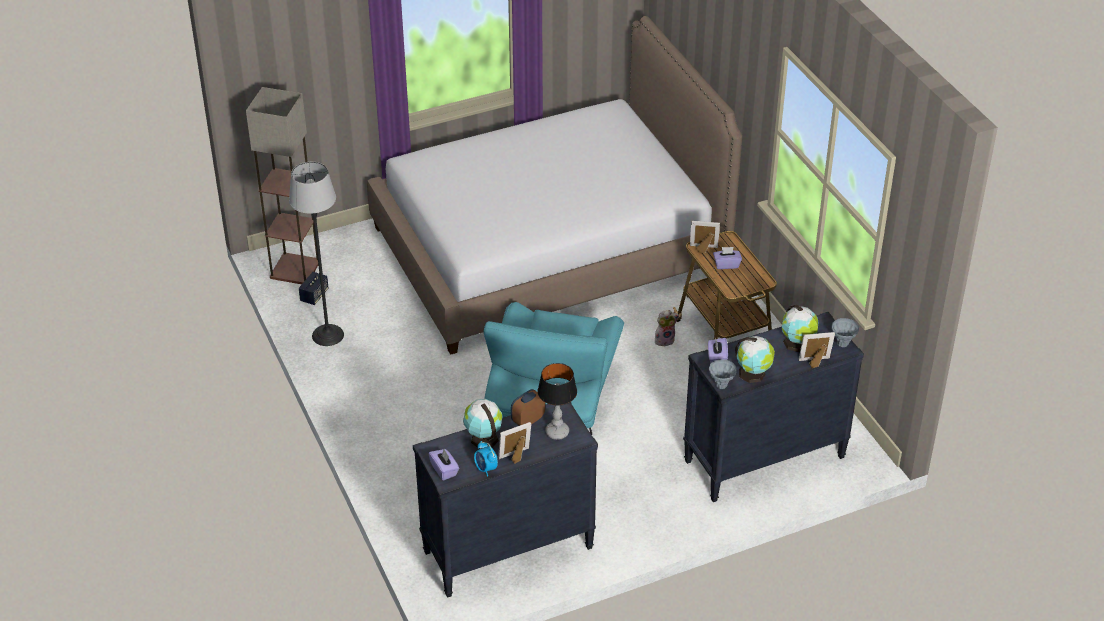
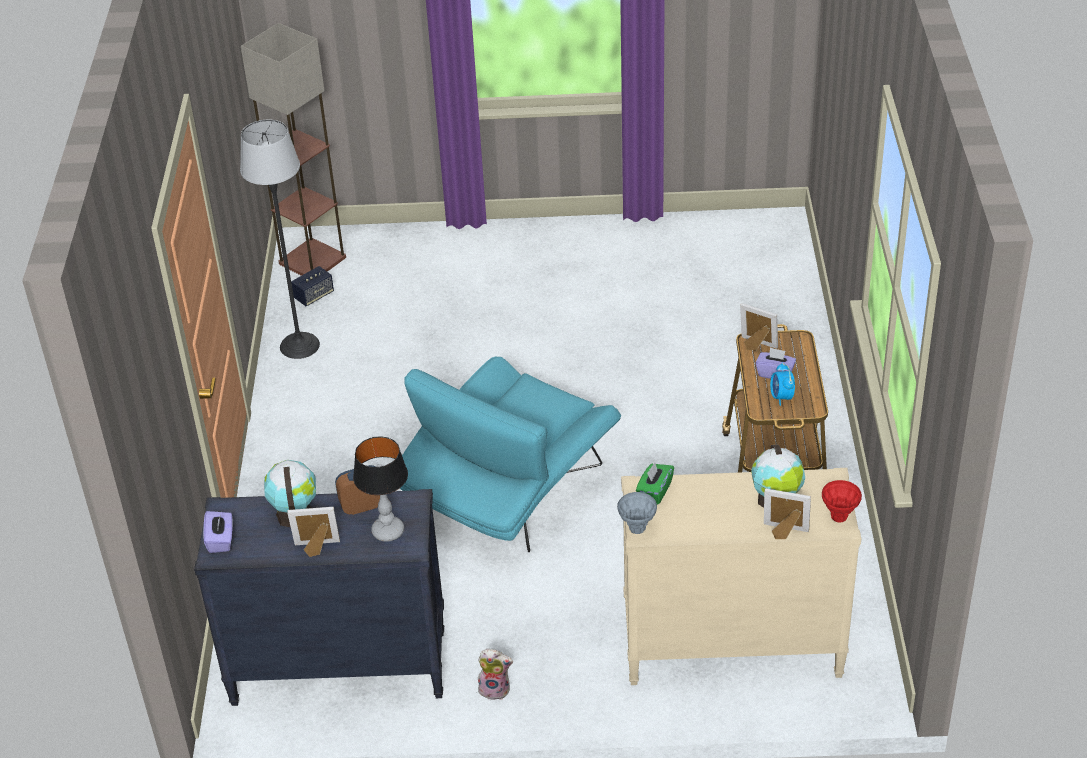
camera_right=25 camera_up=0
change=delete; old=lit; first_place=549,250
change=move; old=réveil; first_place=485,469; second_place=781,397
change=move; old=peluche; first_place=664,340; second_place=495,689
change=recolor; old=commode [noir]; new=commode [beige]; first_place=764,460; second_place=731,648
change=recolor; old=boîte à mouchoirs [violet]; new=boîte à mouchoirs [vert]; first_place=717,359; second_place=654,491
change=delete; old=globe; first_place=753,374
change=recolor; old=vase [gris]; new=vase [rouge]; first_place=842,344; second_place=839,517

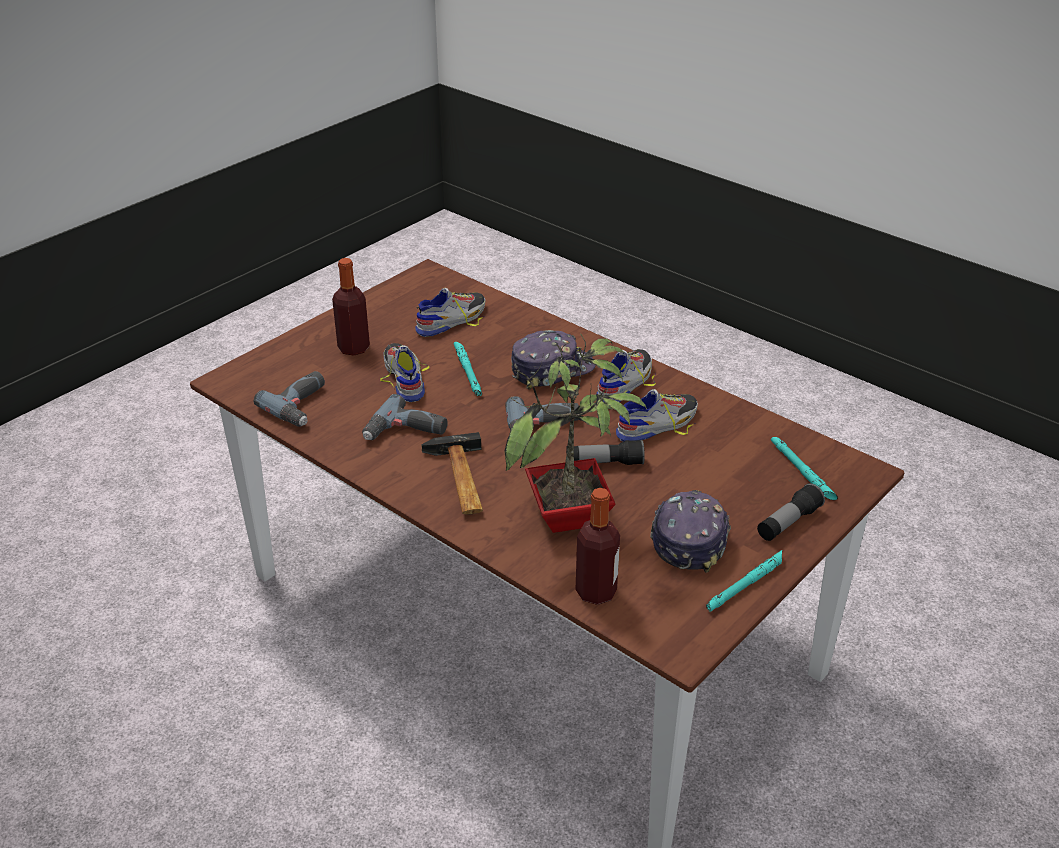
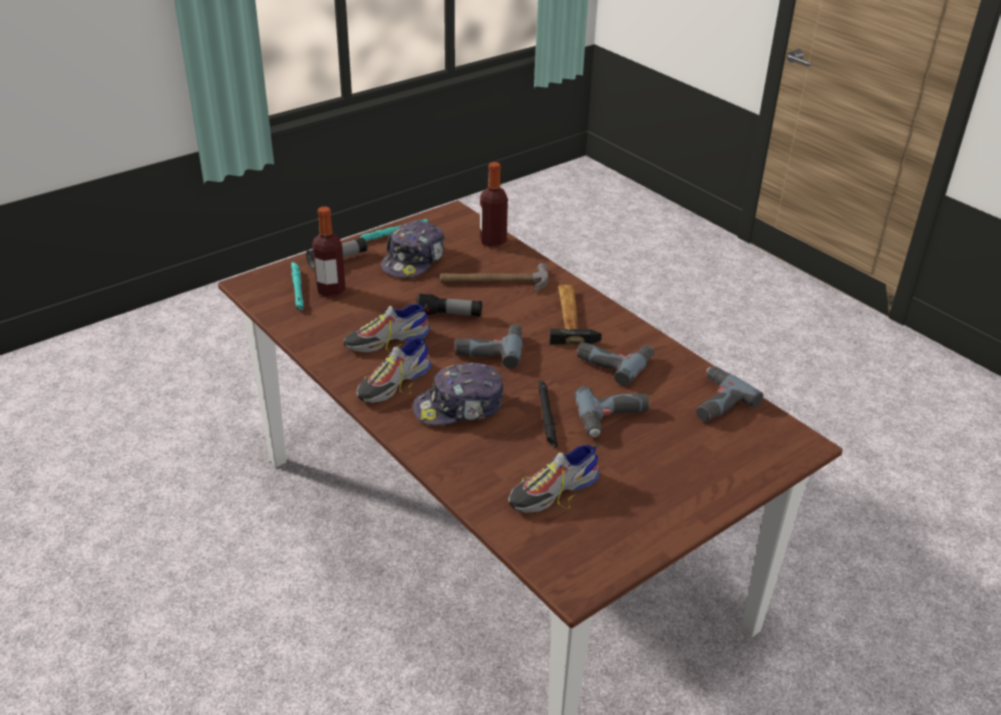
camera_right=-170 camera_up=0
change=move; old=bouteille; first_place=353,348; second_place=331,290
change=replace; old=chaussure; new=perceuse; first_place=404,377; second_place=613,419
change=recolor; old=lampe de poche [turquoise]; new=lampe de poche [noir]; first_place=467,372; second_place=547,416
change=replace; old=plante en pot; new=marteau; first_place=569,519; second_place=494,281

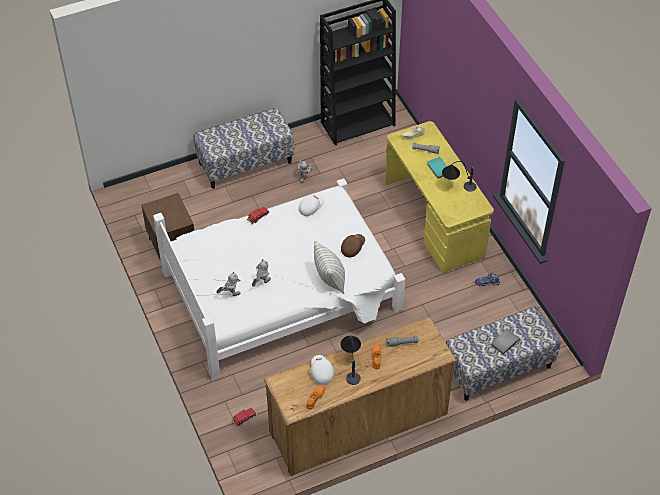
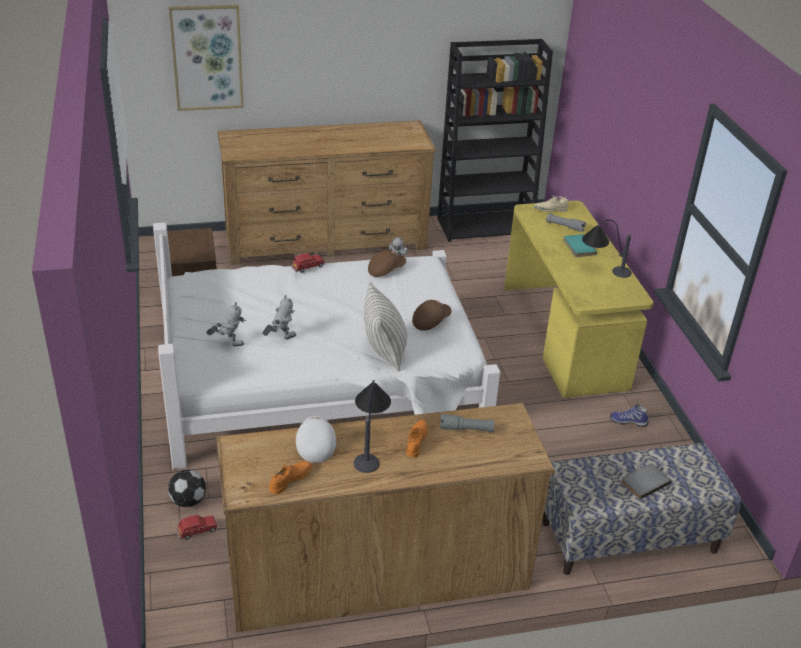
camera_right=10 camera_up=-15
change=replace; old=banc; new=commode [marron]; first_place=245,163; second_place=326,240
change=recolor; old=casquette [blanc]; new=casquette [marron]; first_place=310,208; second_place=385,270
change=insert; new=ballon de foot; second_place=187,501
change=insert; new=tableau; second_place=207,58

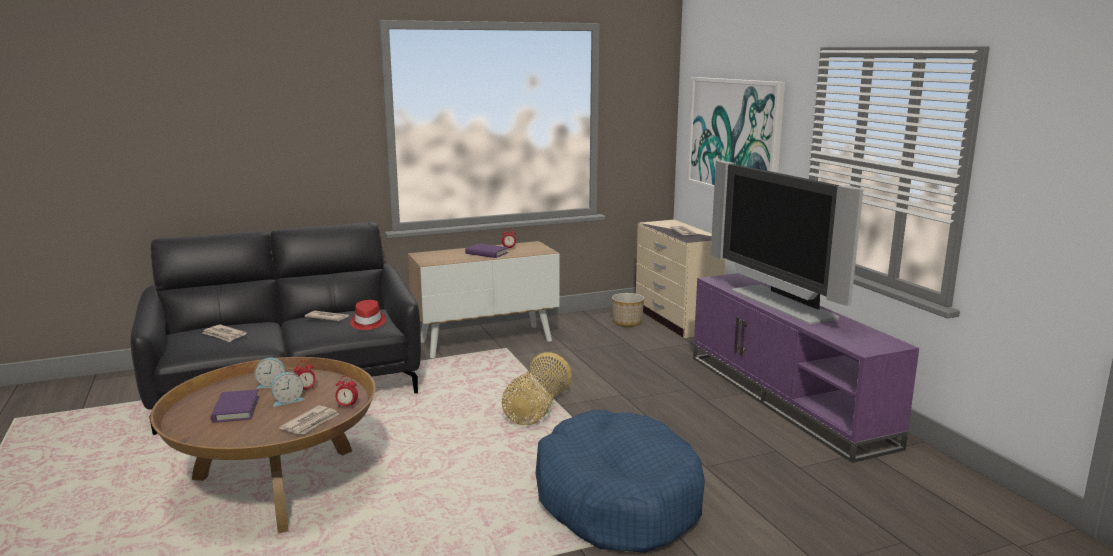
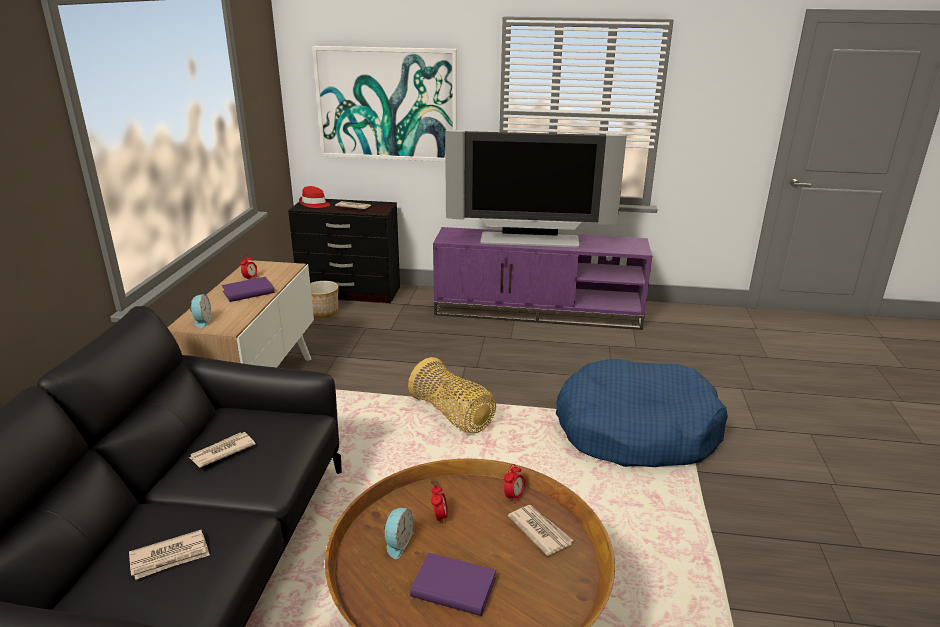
camera_right=-60 camera_up=10
change=move; old=réveil; first_place=287,400; second_place=202,321
change=move; old=chapeau [rouge]; first_place=367,323; second_place=314,204
change=recolor; old=commode [beige]; new=commode [noir]; first_place=675,320; second_place=350,292

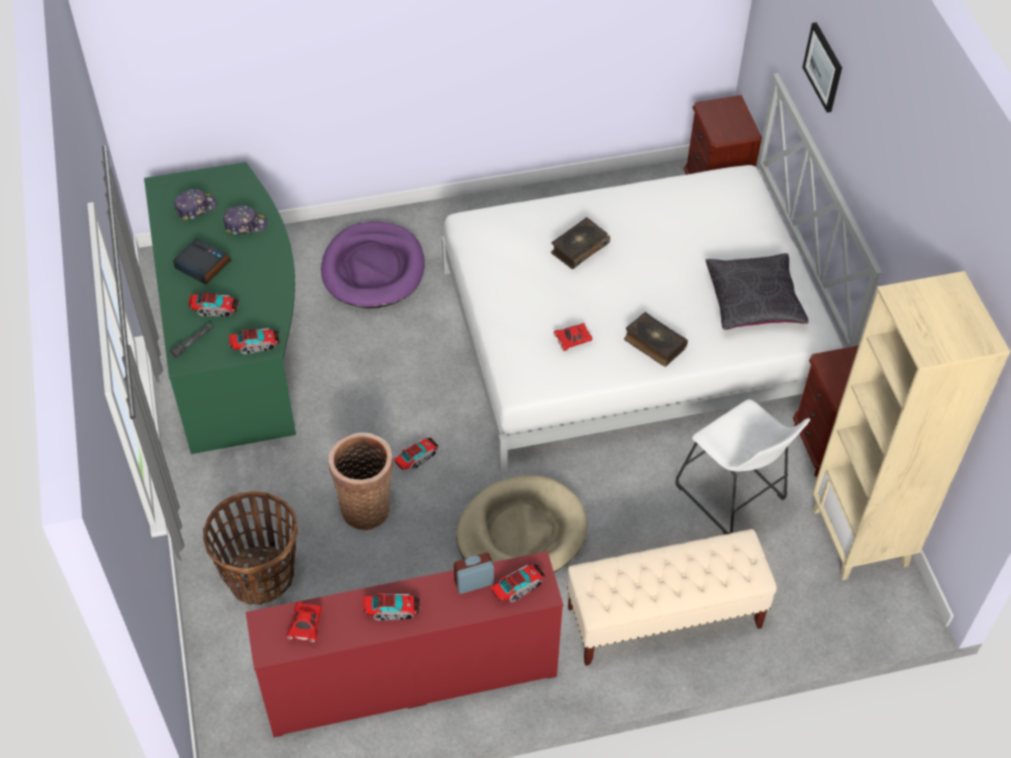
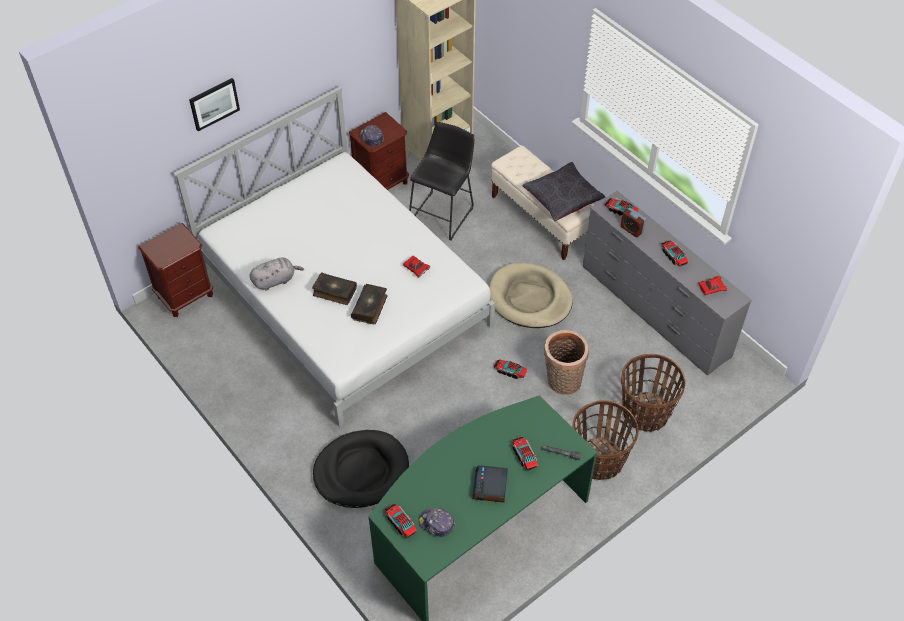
camera_right=-115 camera_up=0
change=move; old=casquette; first_place=245,225; second_place=371,138
change=move; old=camion jouet; first_place=256,345; second_place=401,523
change=recolor; old=commode [rouge]; new=commode [gris]; first_place=410,679; second_place=655,311
change=recolor; old=panier pour chien [violet]; new=panier pour chien [noir]; first_place=373,269; second_place=361,471
change=move; old=livre; first_place=654,344; second_place=370,307
change=recolor; old=tabouret [blanc]; new=tabouret [noir]; first_place=733,496; second_place=443,213
change=move; old=coussin [noir]; first_place=753,301; second_place=562,198
change=insert; new=peluche [gris]; second_place=275,280
change=insert; new=panier; second_place=599,460

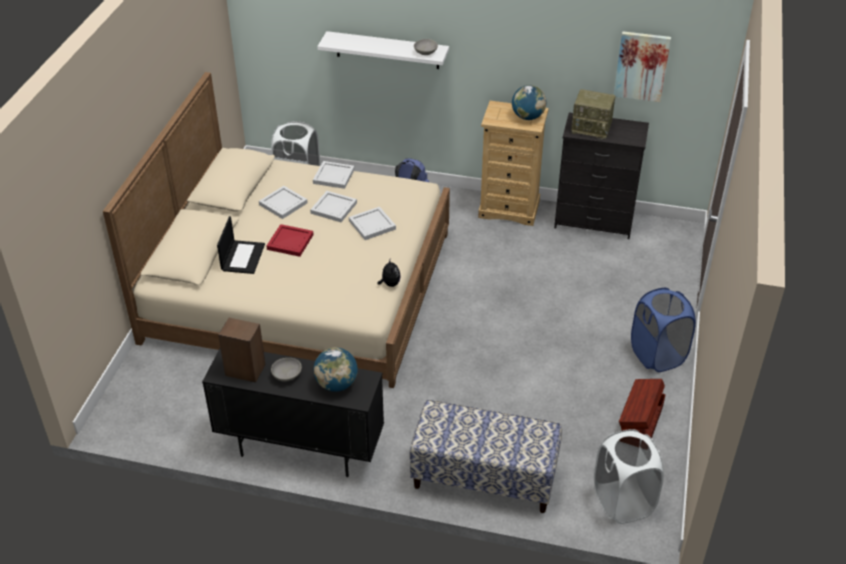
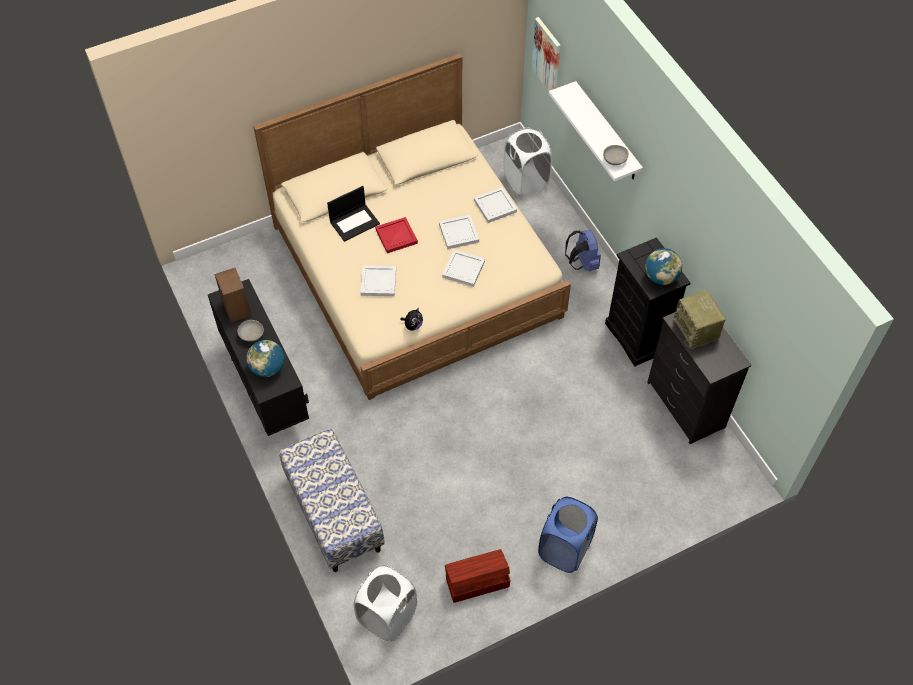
camera_right=50 camera_up=15
change=move; old=plateau [blanc]; first_place=282,204; second_place=378,281
change=recolor; old=commode [beige]; new=commode [noir]; first_place=509,209; second_place=638,337
change=move; old=tableau; first_place=641,66; second_place=547,56

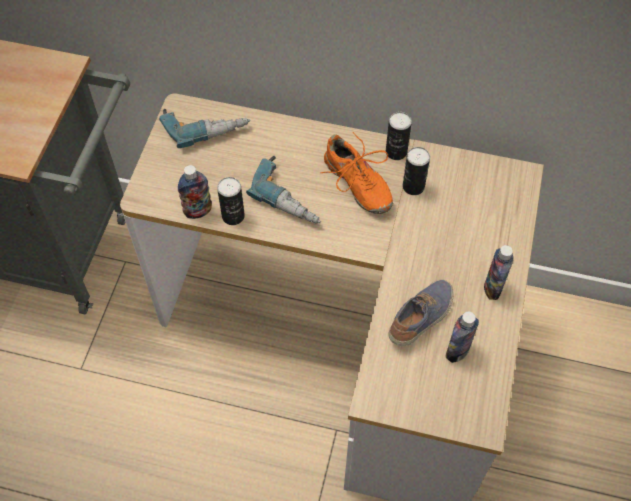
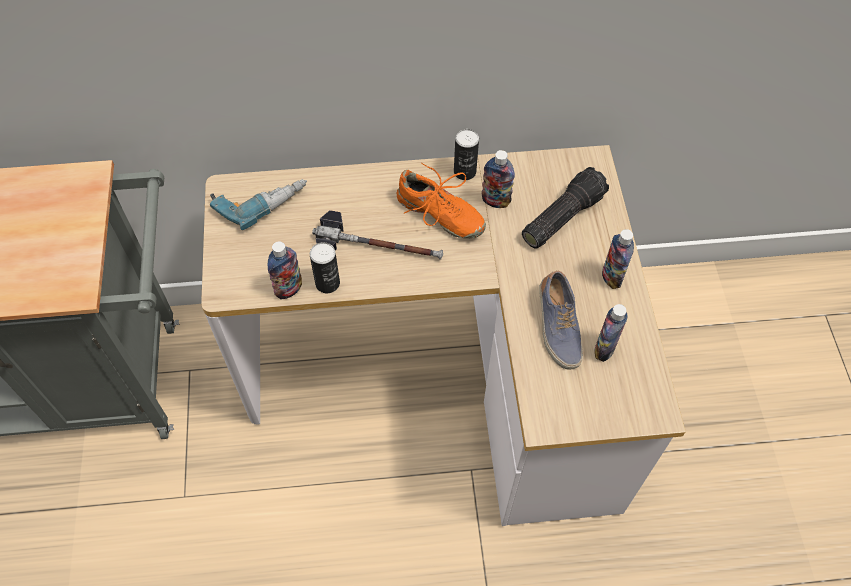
camera_right=-20 camera_up=0
change=replace; old=perceuse; new=marteau; first_place=291,196; second_place=378,245
change=rotate; old=chaussure; first_place=422,318; second_place=557,327; degrees=150
change=replace; old=boîte métallique; new=bouteille; first_place=413,186; second_place=495,201
change=insert; new=lampe de poche; second_place=561,216

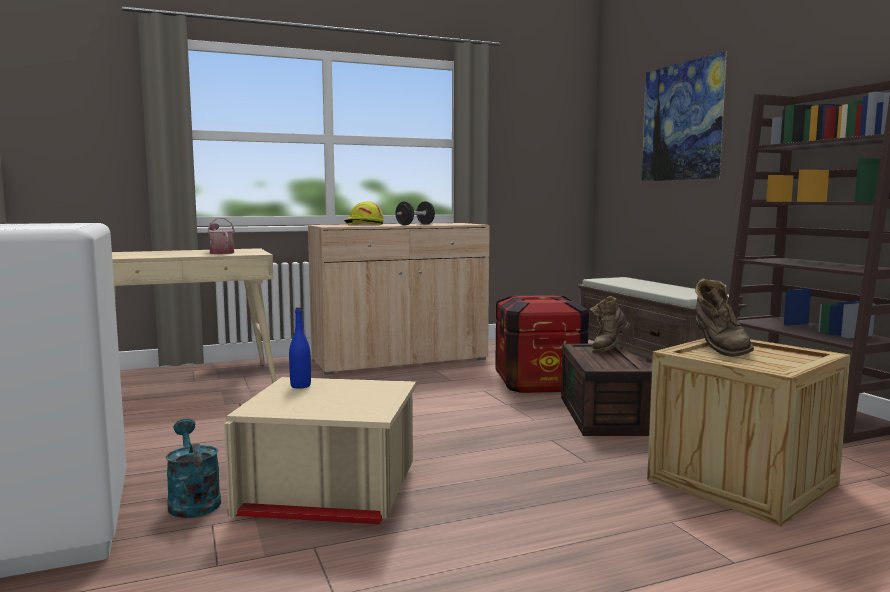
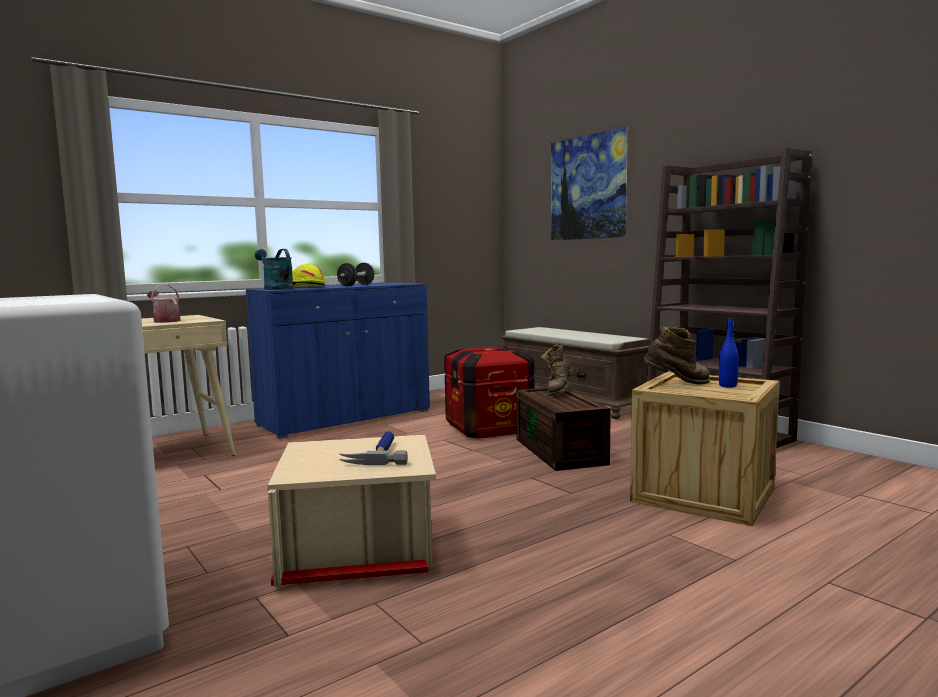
camera_right=-15 camera_up=0
change=move; old=arrosoir [turquoise]; first_place=192,501; second_place=275,289
change=move; old=bouteille [bleu]; first_place=300,386; second_place=727,386
change=recolor; old=meuble de rangement [beige]; new=meuble de rangement [bleu]; first_place=400,360; second_place=345,418
change=rotate; old=botte [marron]; first_place=718,349; second_place=677,384; degrees=-75
change=insert; new=marteau; second_place=379,454

